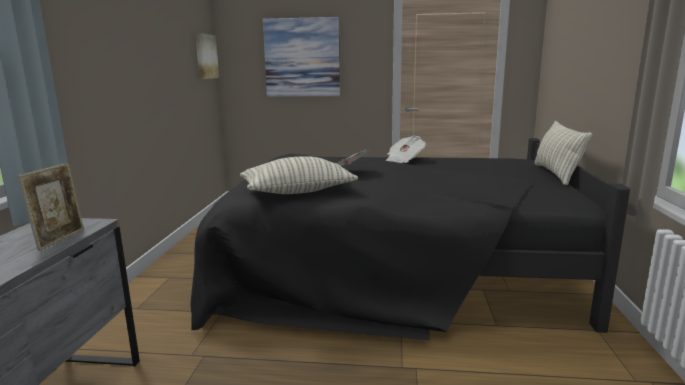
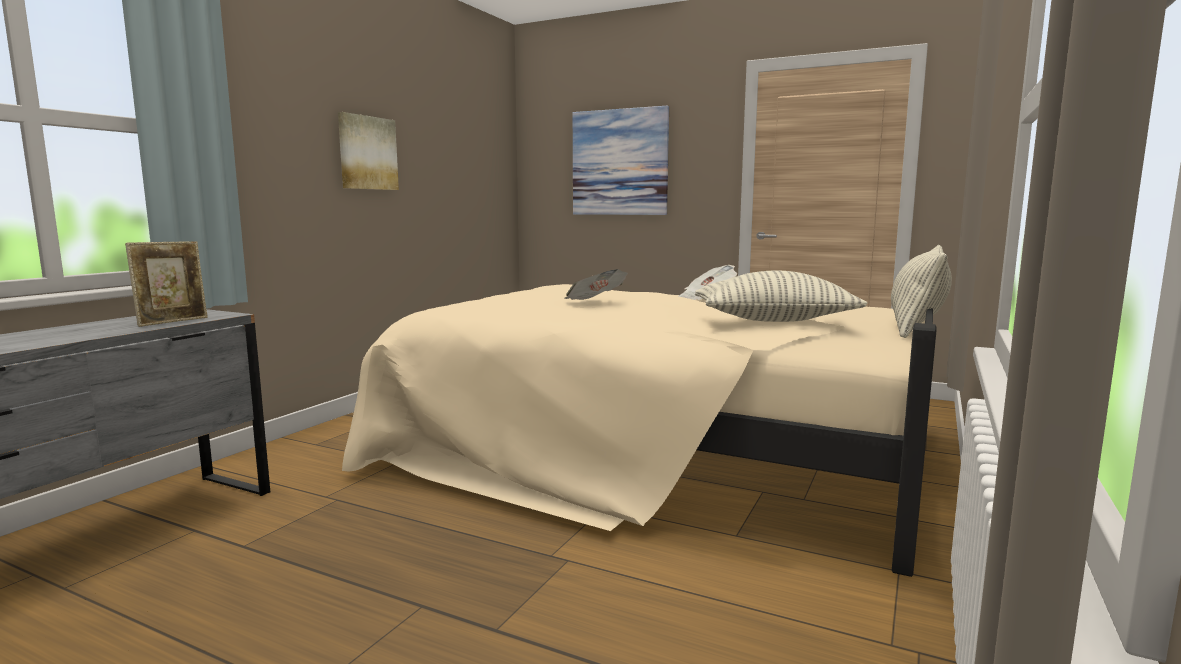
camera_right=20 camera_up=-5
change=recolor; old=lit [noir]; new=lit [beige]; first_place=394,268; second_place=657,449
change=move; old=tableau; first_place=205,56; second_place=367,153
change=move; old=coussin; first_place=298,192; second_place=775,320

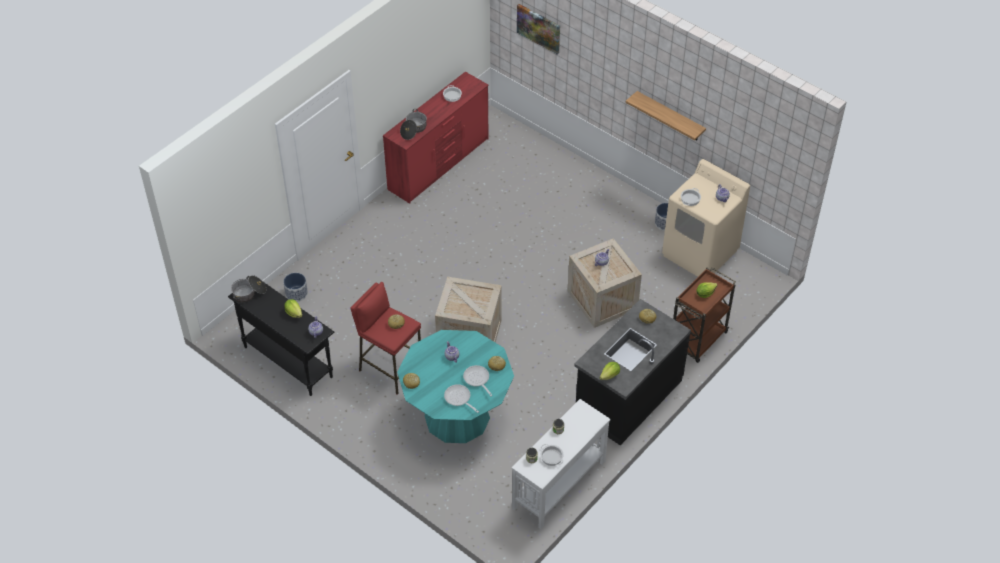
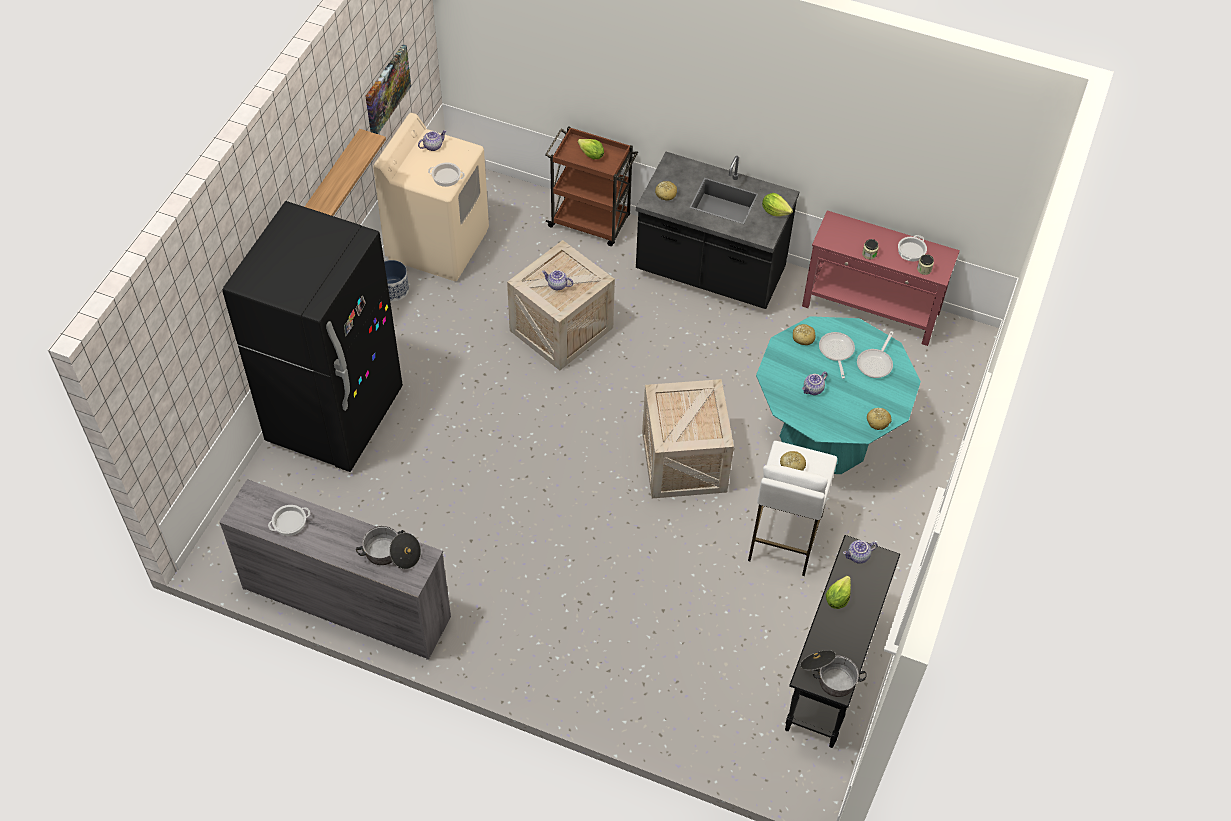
camera_right=-110 camera_up=5
change=delete; old=cache-pot; first_place=296,293
change=recolor; old=tabouret [rouge]; new=tabouret [blanc]; first_place=390,369; second_place=783,538
change=recolor; old=commode [rouge]; new=commode [gris]; first_place=439,164; second_place=346,601
change=rotate; old=poêle; first_place=477,379; second_place=836,352; degrees=135
change=recolor; old=table console [blanc]; new=table console [rouge]; first_place=558,485; second_place=871,310
change=move; old=tableau; first_place=539,28; second_place=386,90
change=insert; new=réfrigérateur [noir]; second_place=335,416

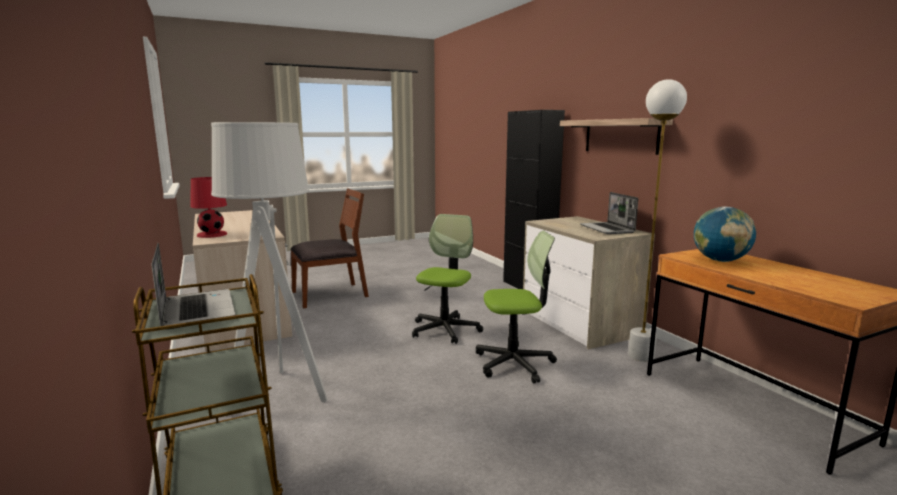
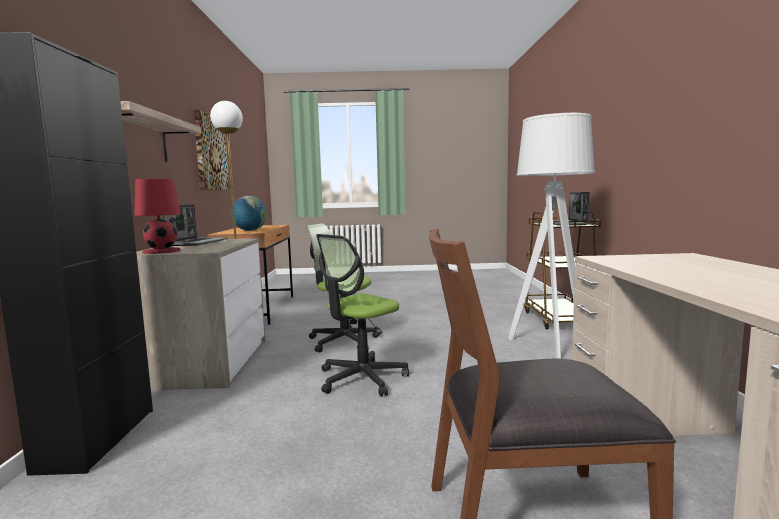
camera_right=-155 camera_up=-5
change=move; old=lampe de table [rouge]; first_place=212,234; second_place=161,251
change=insert; new=tableau; second_place=210,153

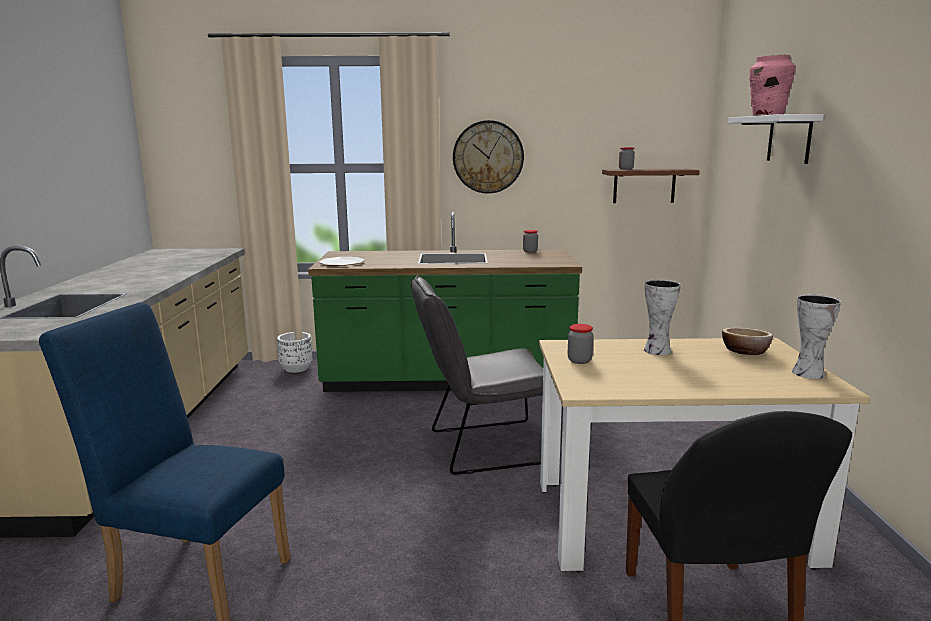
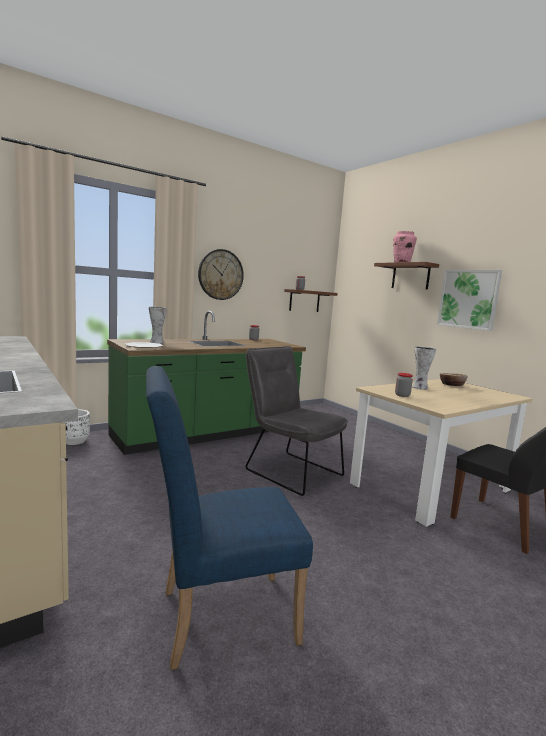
camera_right=-35 camera_up=-5
change=rotate; old=chaise [gris]; first_place=482,447; second_place=289,470; degrees=90
change=recolor; old=étagère [blanc]; new=étagère [marron]; first_place=789,139; second_place=410,276
change=move; old=vase; first_place=806,373; second_place=156,342
change=insert; new=tableau; second_place=468,299

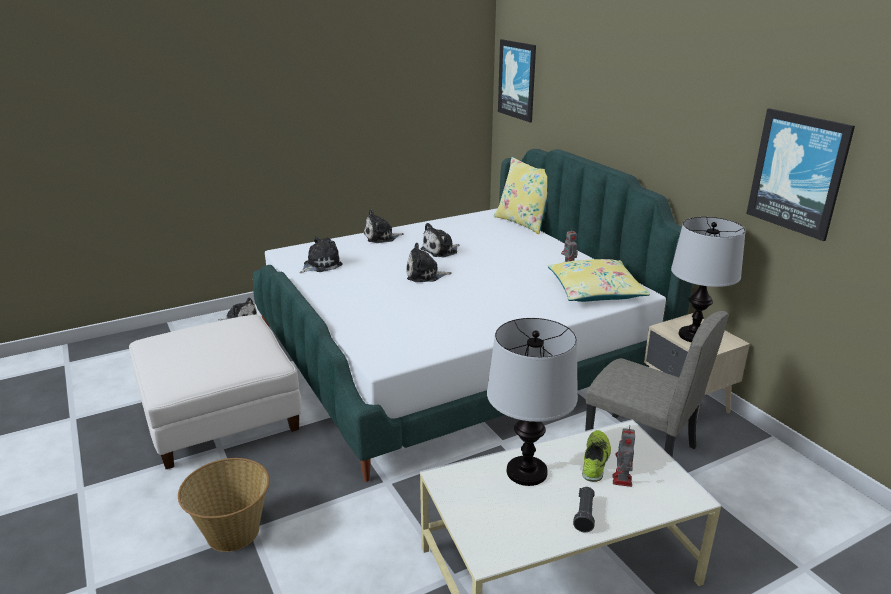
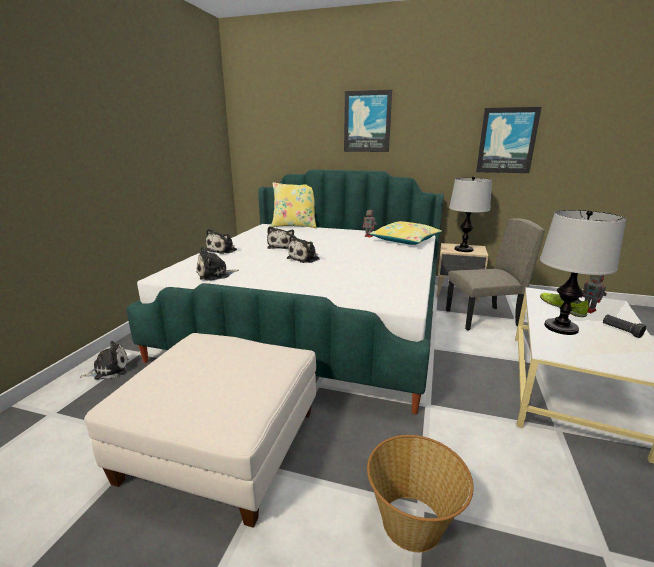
camera_right=-45 camera_up=-5
change=rotate; old=peluche; first_place=320,265; second_place=215,275; degrees=-120
change=move; old=tableau; first_place=517,80; second_place=367,122

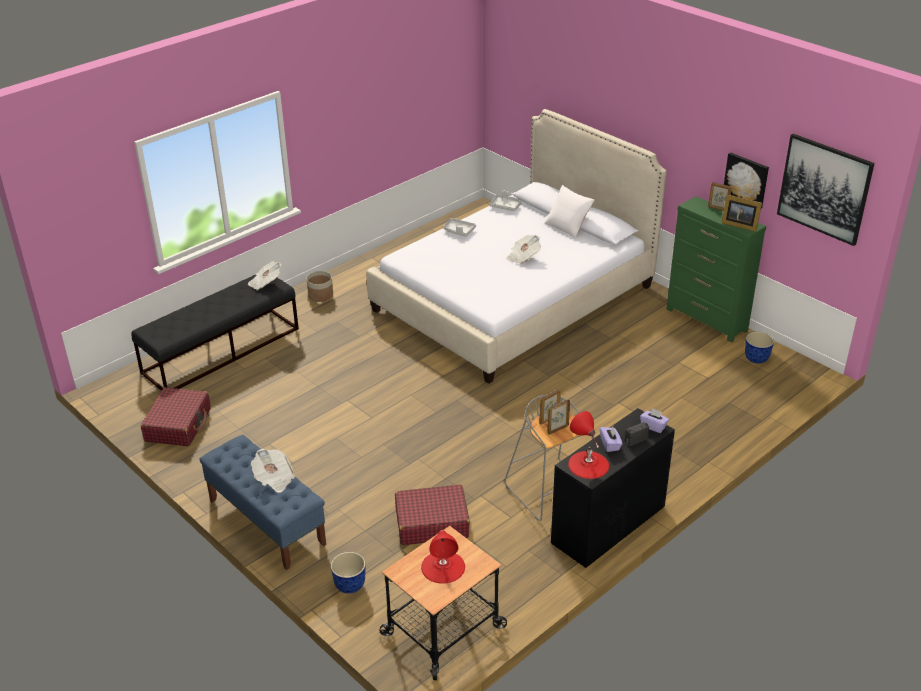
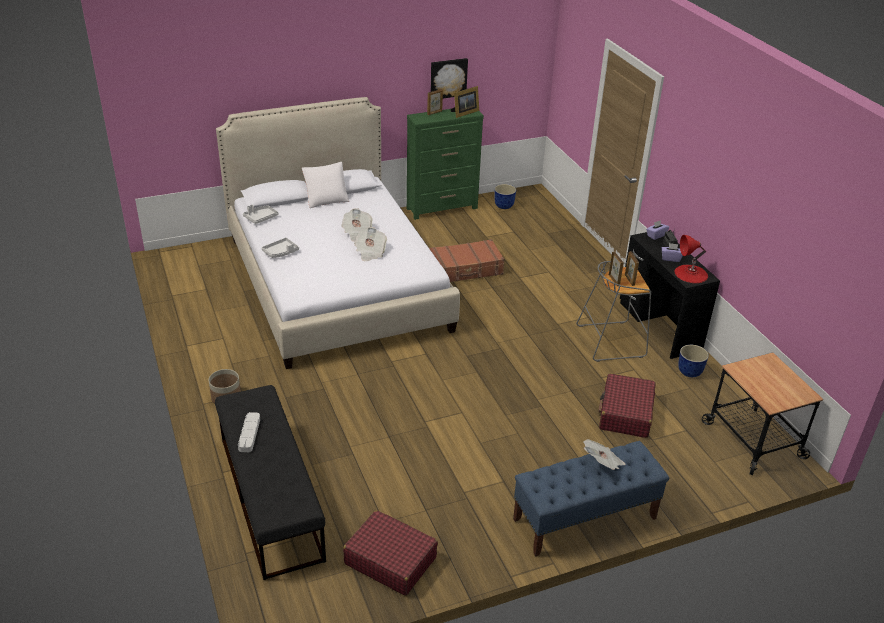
camera_right=-70 camera_up=0
change=move; old=journal; first_place=265,283; second_place=370,252
change=move; old=cache-pot; first_place=350,585; second_place=690,372
change=delete; old=lampe de table [rouge]; first_place=443,567
change=delete; old=tableau; first_place=824,189
change=insert; new=plateau [gris]; second_place=249,434
change=insert; new=valise [marron]; second_place=464,269

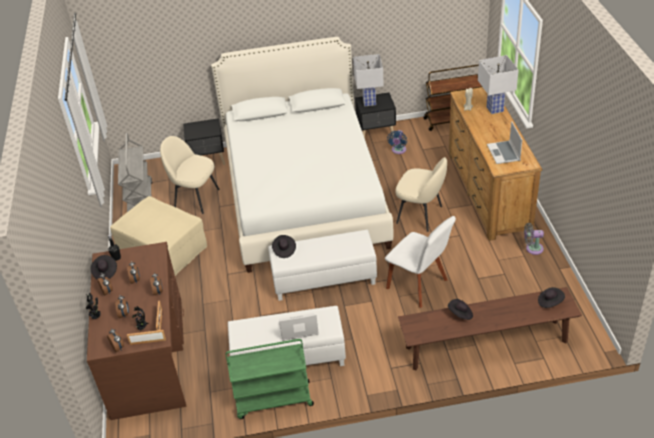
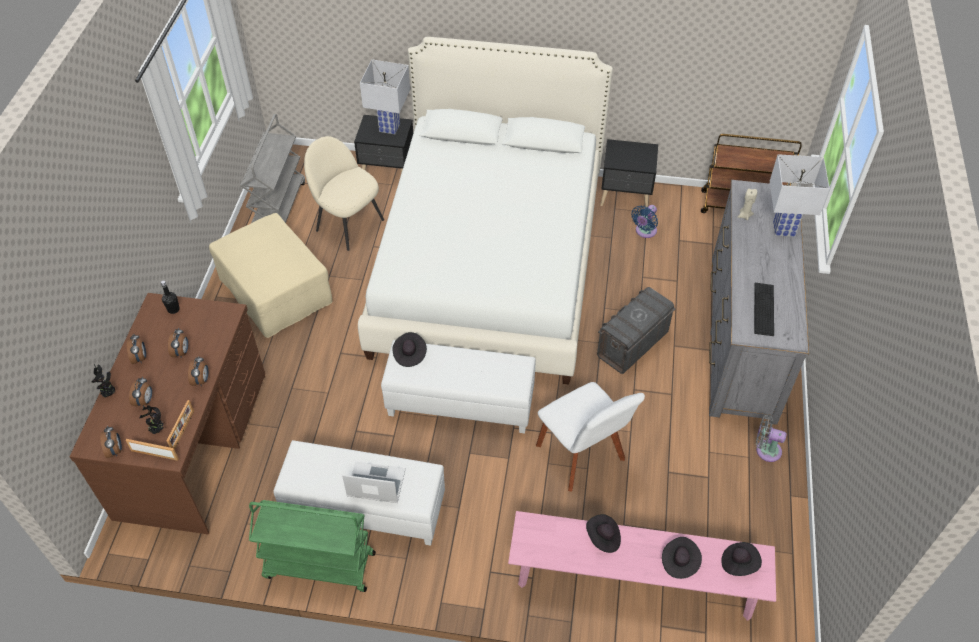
camera_right=15 camera_up=10
change=move; old=chapeau [noir]; first_place=105,272; second_place=679,562
change=move; old=lampe de table [blanc]; first_place=369,102; second_place=389,128
change=replace; old=chaise [beige]; new=boîte de rangement [gris]; first_place=421,215; second_place=632,344
change=recolor; old=banc [marron]; new=banc [rose]; first_place=486,345; second_place=634,582
change=recolor; old=commode [marron]; new=commode [gris]; first_place=488,191; second_place=742,336
change=replace; old=ordinateur portable; new=clavier; first_place=504,153; second_place=764,309

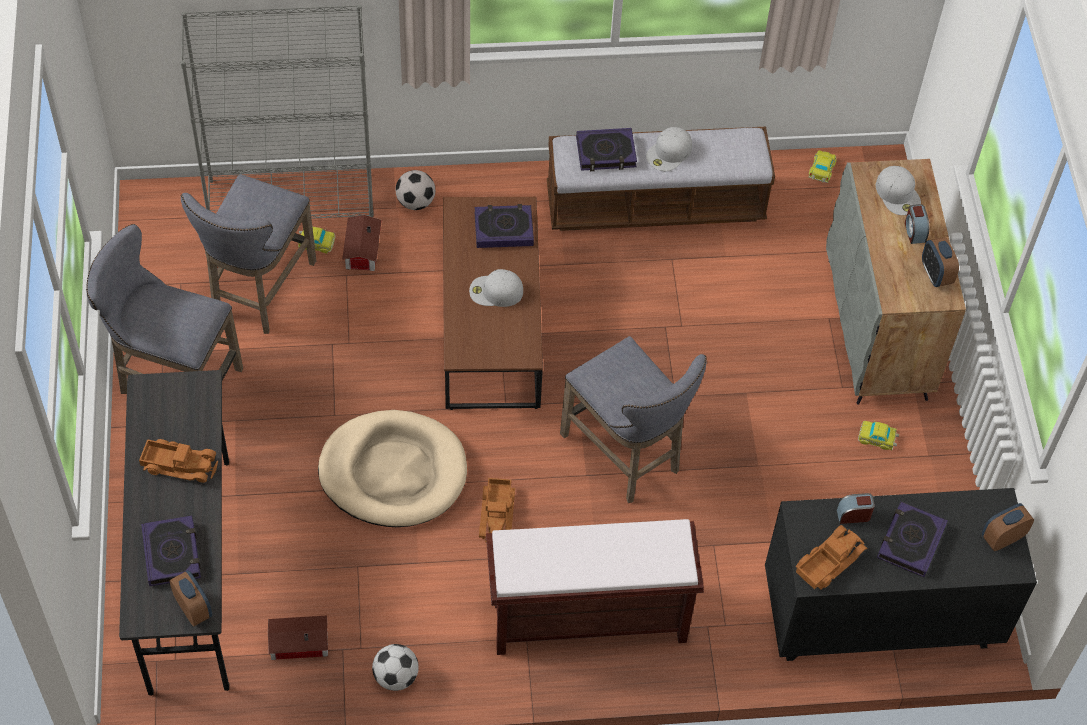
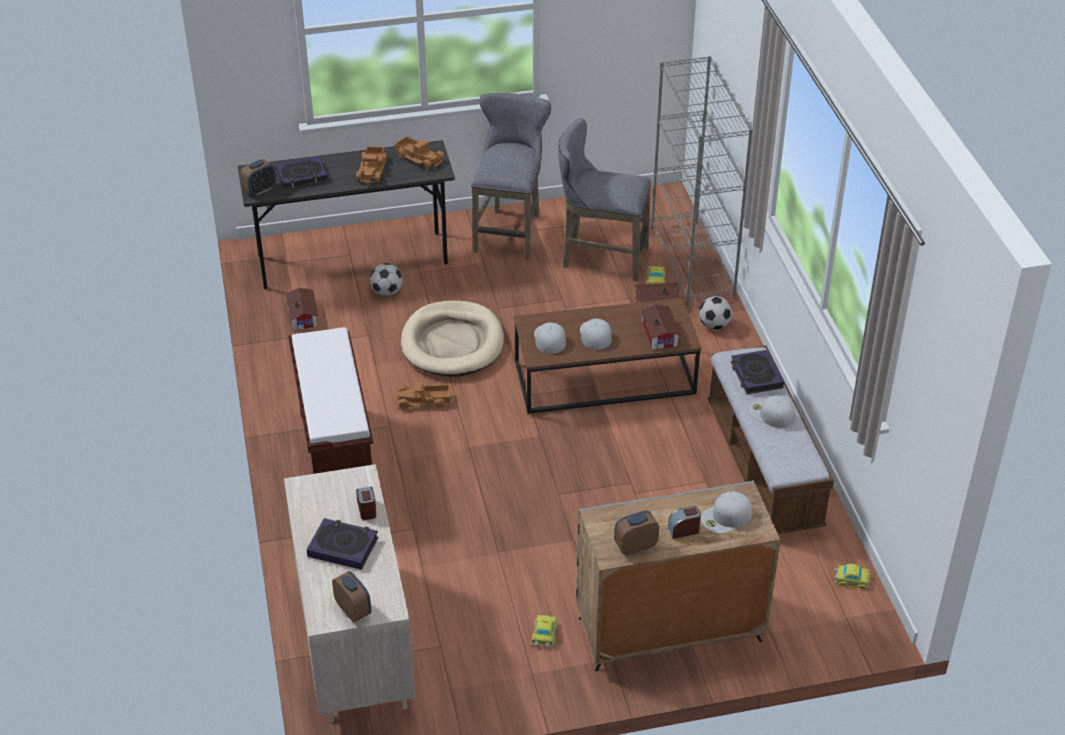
camera_right=85 camera_up=-15
change=move; old=ballon de foot; first_place=395,677; second_place=386,291
change=replace; old=livre; new=maison miniature; first_place=503,229; second_place=660,333
change=delete; old=tabouret [gris]; first_place=626,456
change=recolor; old=commode [noir]; new=commode [beige]; first_place=878,617; second_place=354,641
change=move; old=camion jouet; first_place=828,561; second_place=420,157
change=insert; new=casquette [blanc]; second_place=549,338

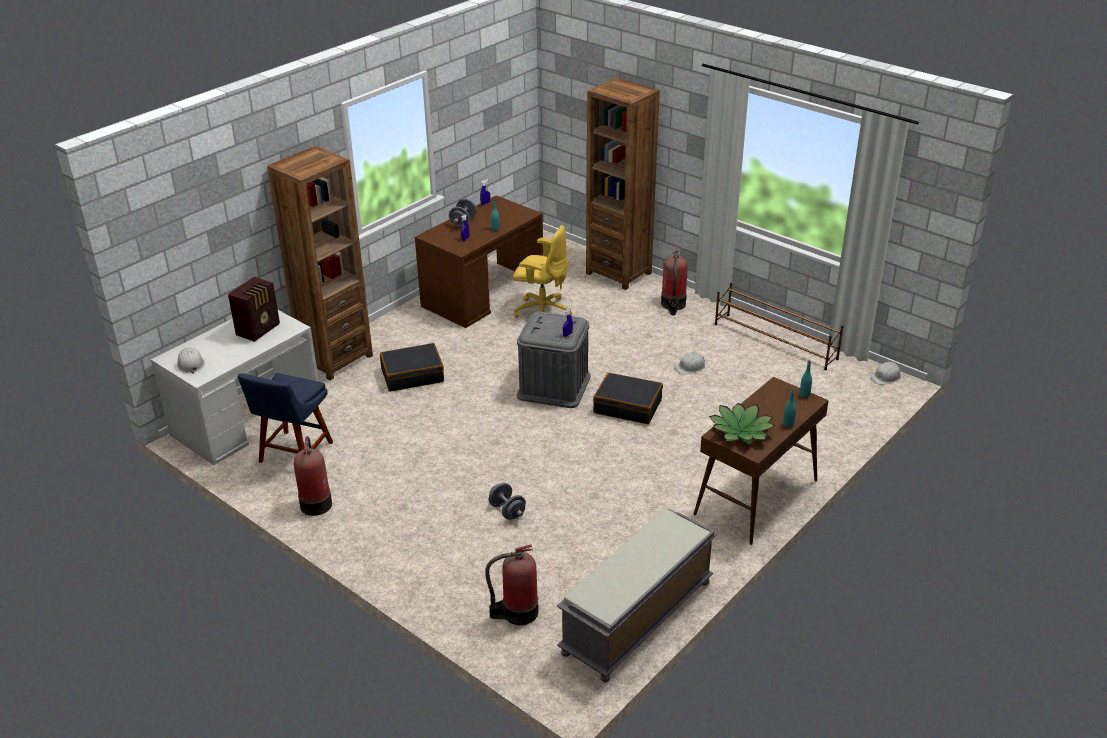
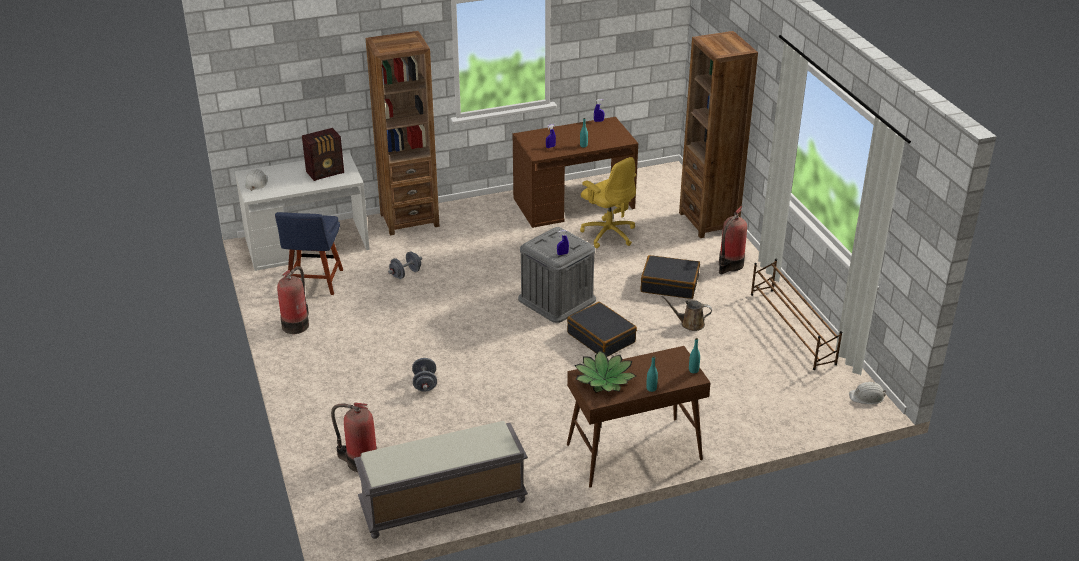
camera_right=30 camera_up=0
change=rotate; old=chaise [bleu]; first_place=294,454; second_place=314,283; degrees=-45
change=move; old=valise [noir]; first_place=412,375; second_place=669,284
change=move; old=haltère [gris]; first_place=463,222; second_place=405,274
change=replace; old=casque de chantier [blanc]; new=arrosoir [marron]; first_place=690,367; second_place=690,324

